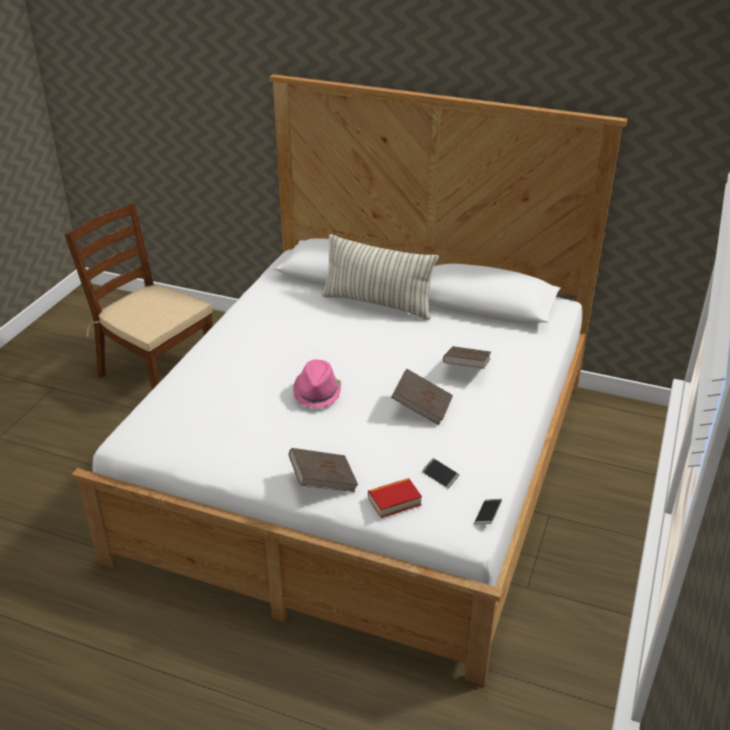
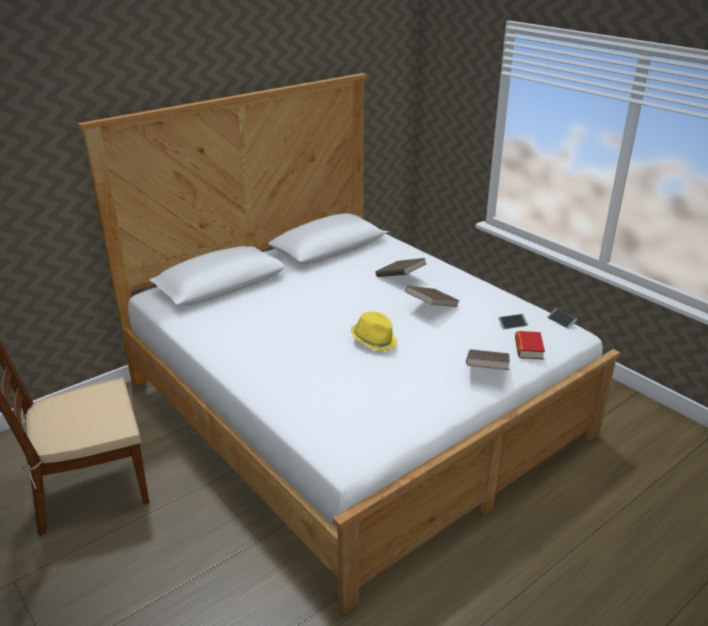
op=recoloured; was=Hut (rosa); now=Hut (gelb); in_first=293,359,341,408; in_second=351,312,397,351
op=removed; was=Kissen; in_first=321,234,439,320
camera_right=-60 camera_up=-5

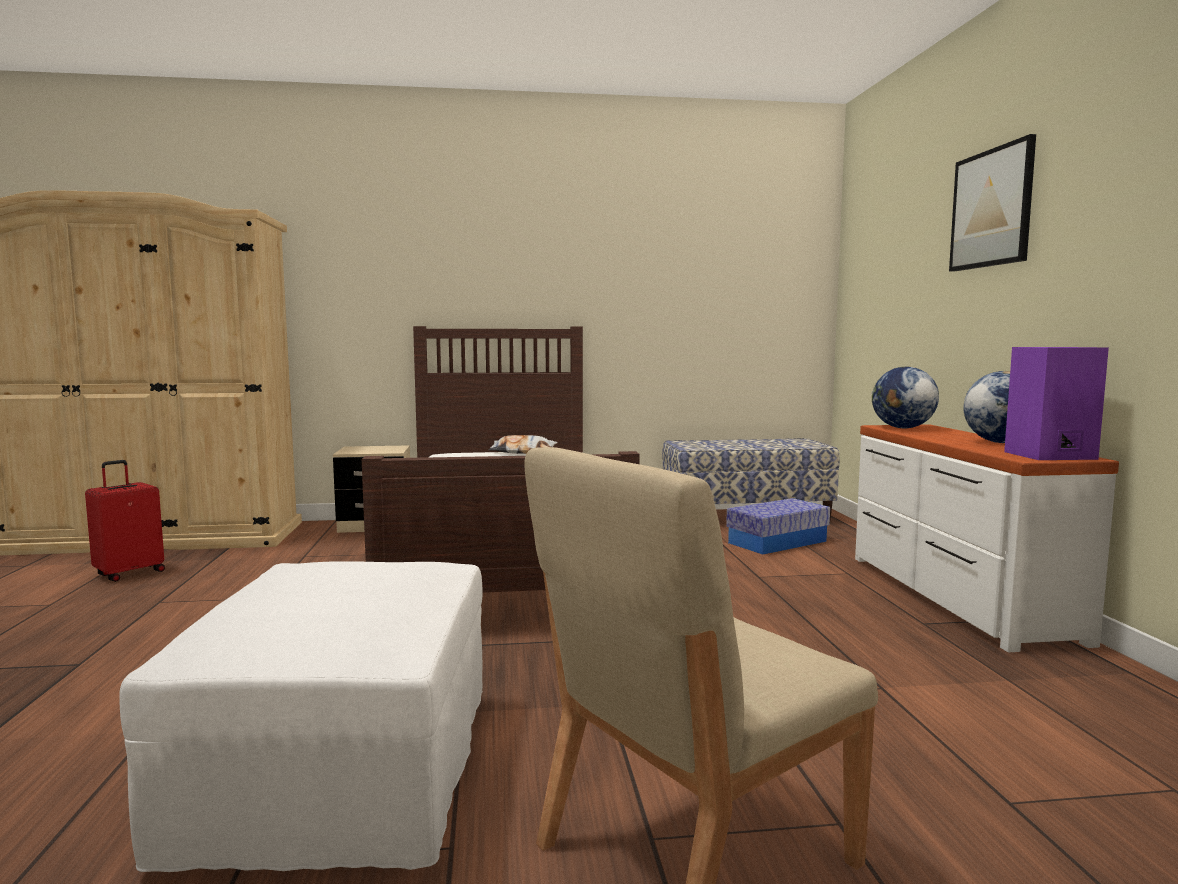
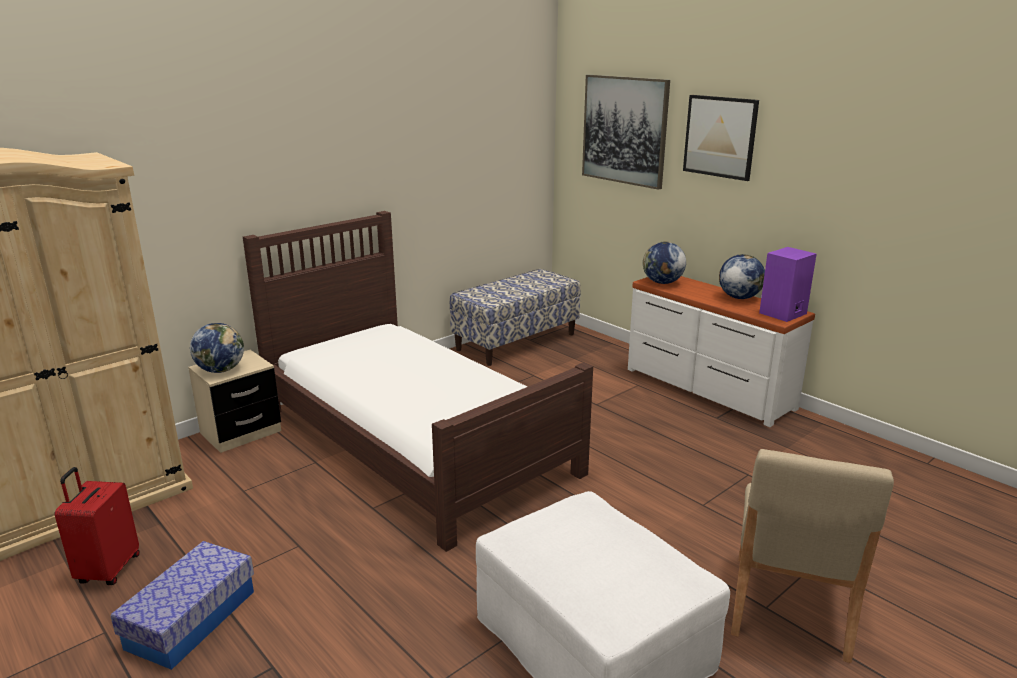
op=moved; was=Aufbewahrungsbox; in_first=726,498,830,555; in_second=110,541,254,670
op=added; now=Globus; in_second=190,323,244,373
op=added; now=Bild; in_second=582,75,670,190
op=removed; was=Kissen; in_first=488,435,558,454
camera_right=-35 camera_up=15

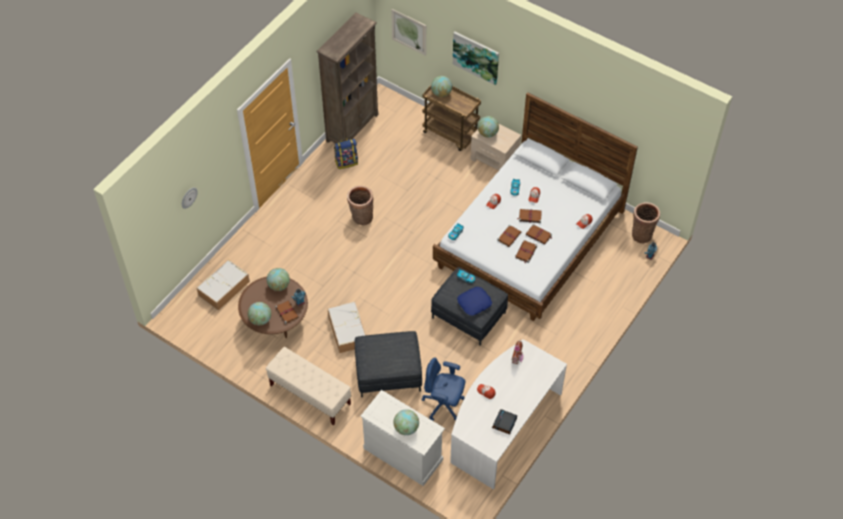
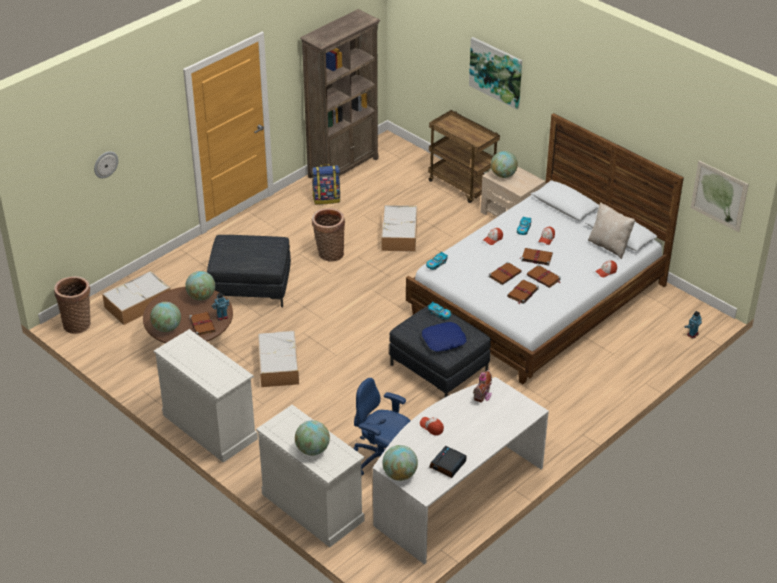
op=moved; was=Korb; in_first=632,202,660,244; in_second=54,276,91,334
op=replaced; was=Bank (beige); now=Kommode (weiß); in_first=266,347,351,426; in_second=154,329,258,463
op=moved; was=Polsterhocker (grau); in_first=355,331,422,397; in_second=207,235,291,307
op=added; now=Aufbewahrungsbox; in_second=382,205,417,252
op=moved; was=Globus; in_first=431,76,452,97; in_second=382,445,418,481
op=added; now=Kissen (beige); in_second=588,203,635,259
op=moved; was=Bild; in_first=391,9,426,56; in_second=691,161,749,232
camera_right=10 camera_up=-15

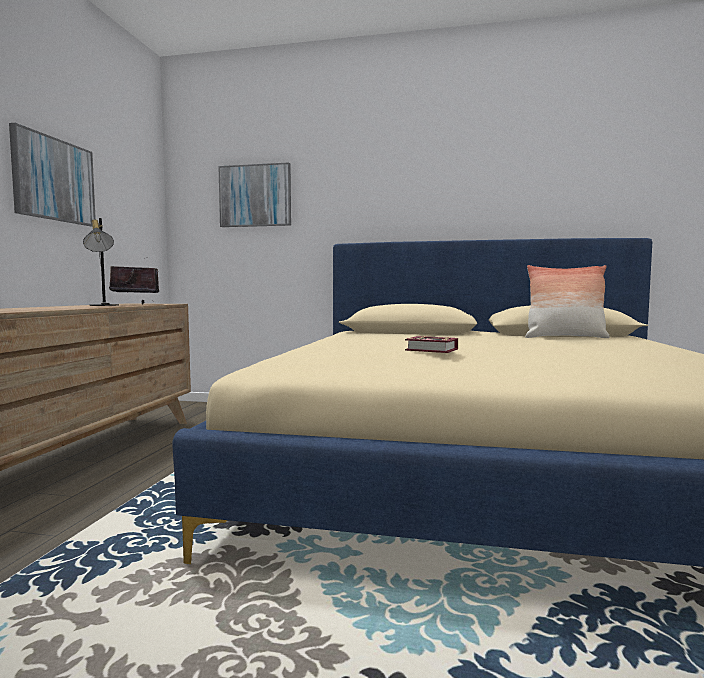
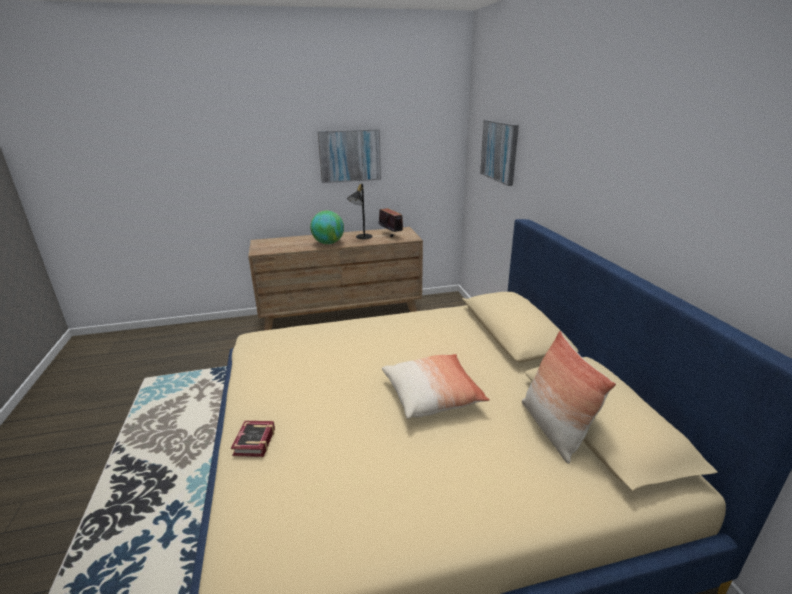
op=moved; was=Buch; in_first=405,336,458,353; in_second=231,421,275,457
op=added; now=Globus; in_second=310,211,344,244
op=added; now=Kissen; in_second=382,354,490,419
camera_right=65 camera_up=20

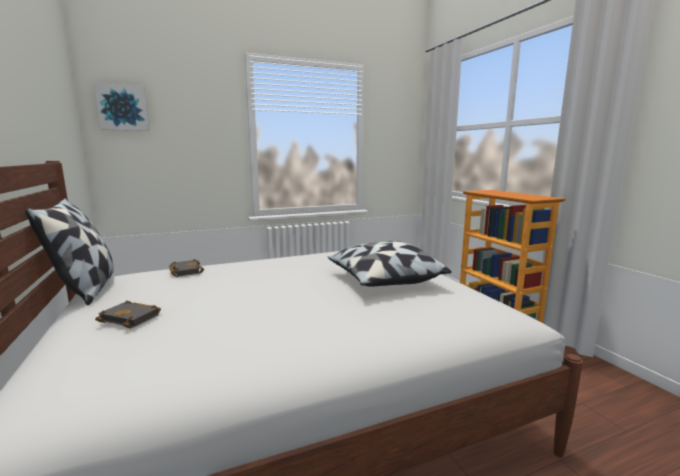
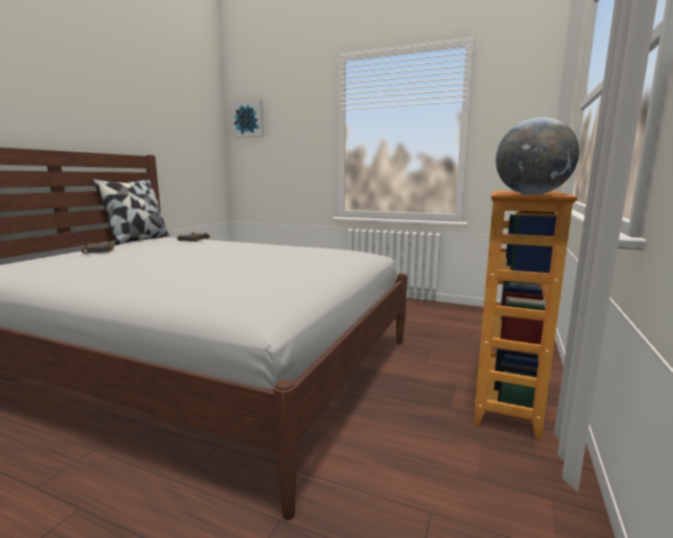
op=added; now=Globus; in_second=496,117,580,195
op=removed; was=Kissen; in_first=328,241,452,287
camera_right=45 camera_up=0

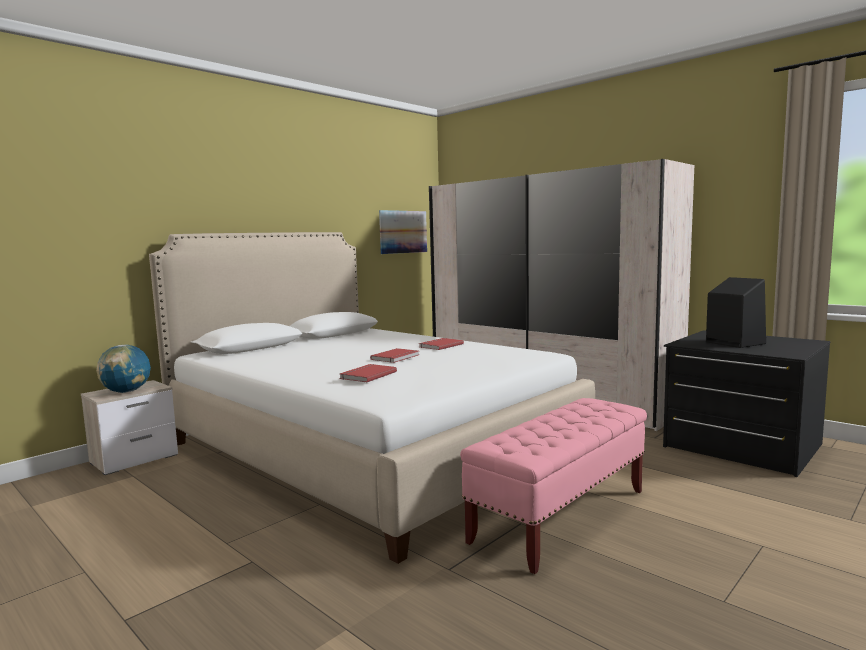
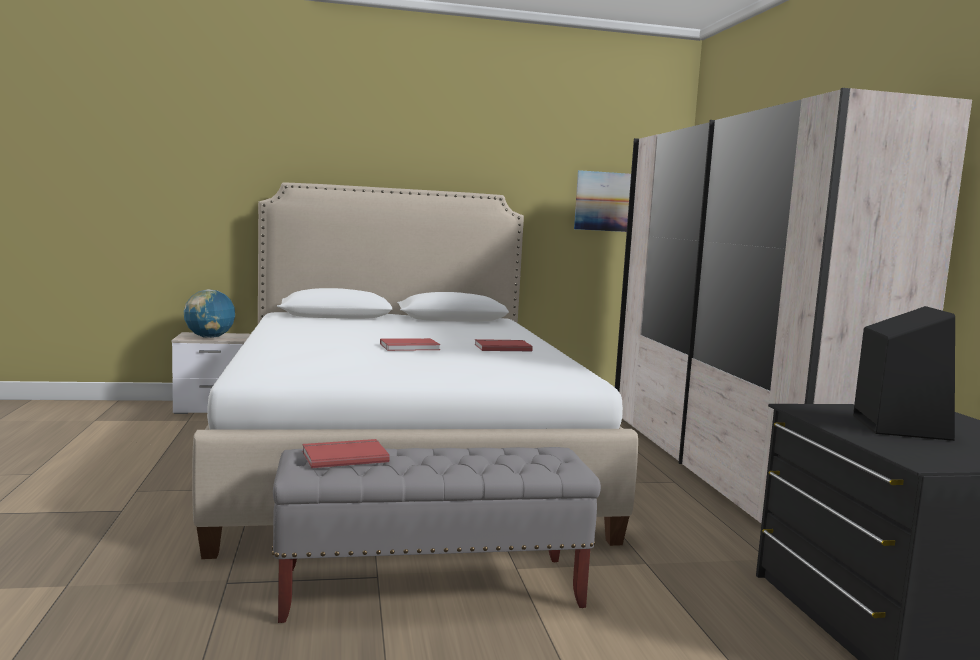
op=recoloured; was=Bank (rosa); now=Bank (grau); in_first=460,398,647,574; in_second=272,447,601,623
op=moved; was=Buch (rot); in_first=339,364,397,383; in_second=302,439,390,468
camera_right=35 camera_up=0

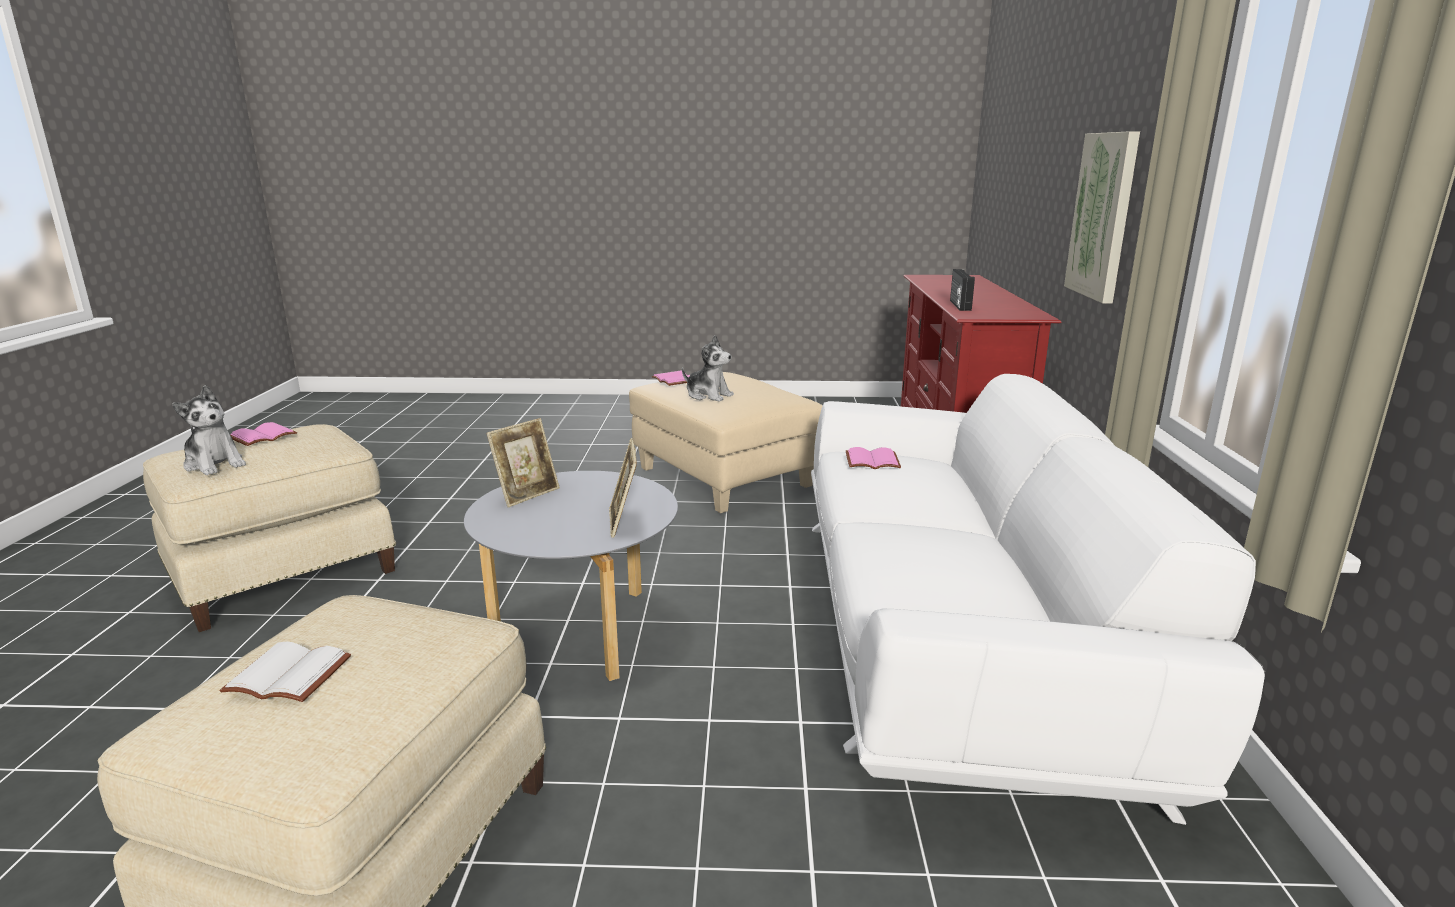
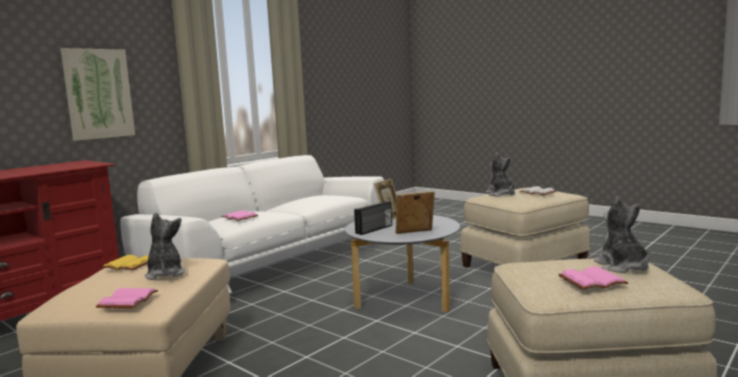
op=added; now=Buch (gelb); in_second=101,255,149,271
op=moved; was=Radio; in_first=950,269,975,311; in_second=354,201,392,235
op=added; now=Plüschtier; in_second=486,152,515,197
camera_right=-140 camera_up=-10

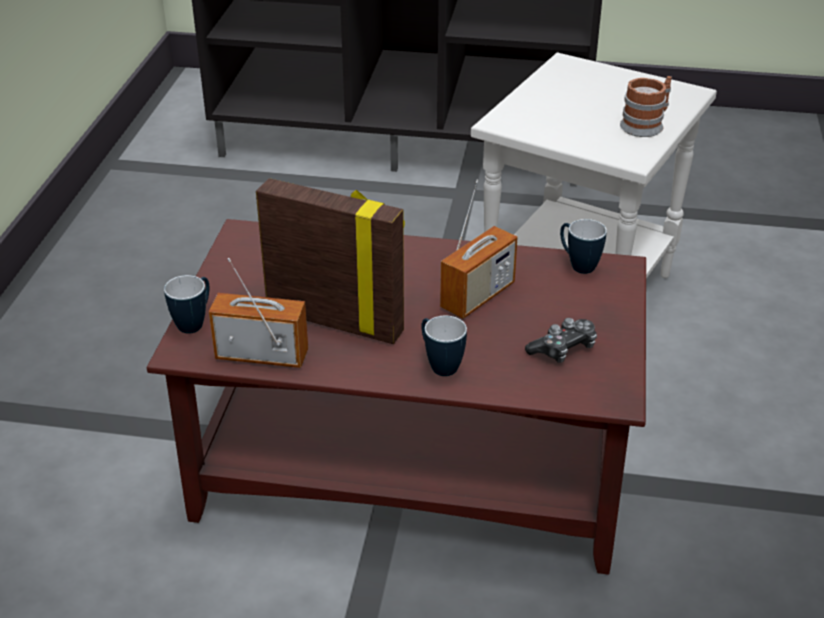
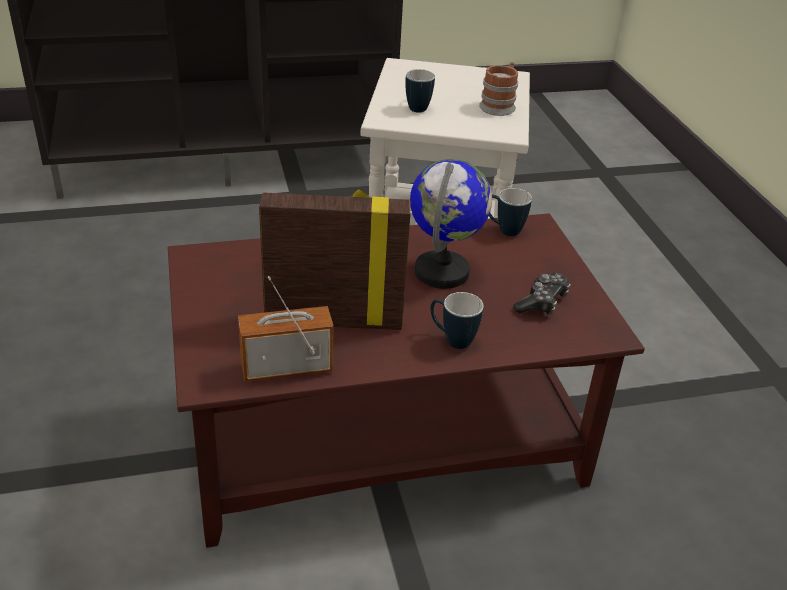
op=moved; was=Henkelbecher; in_first=164,275,209,334; in_second=405,69,435,113
op=replaced; was=Radio; now=Globus; in_first=440,180,518,319; in_second=410,159,492,289
camera_right=-25 camera_up=0

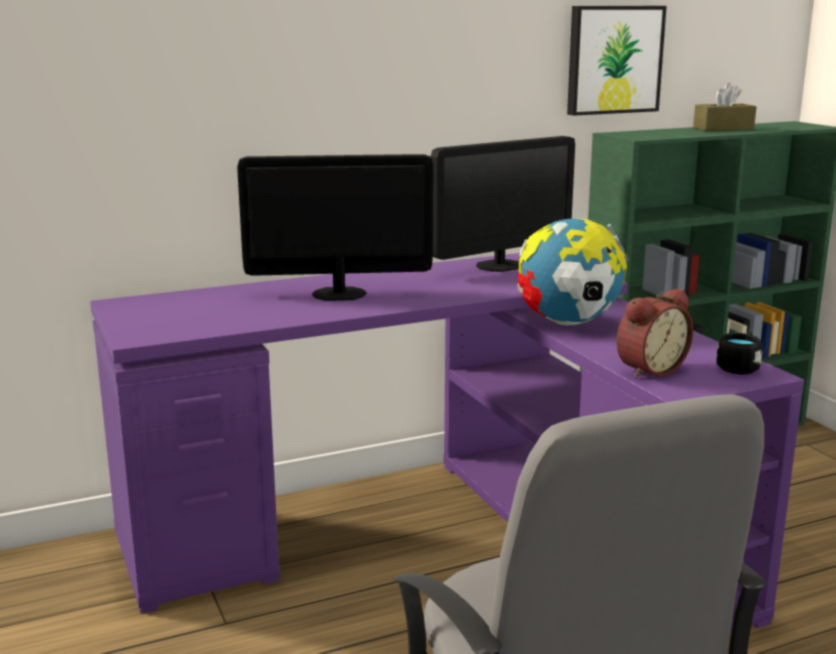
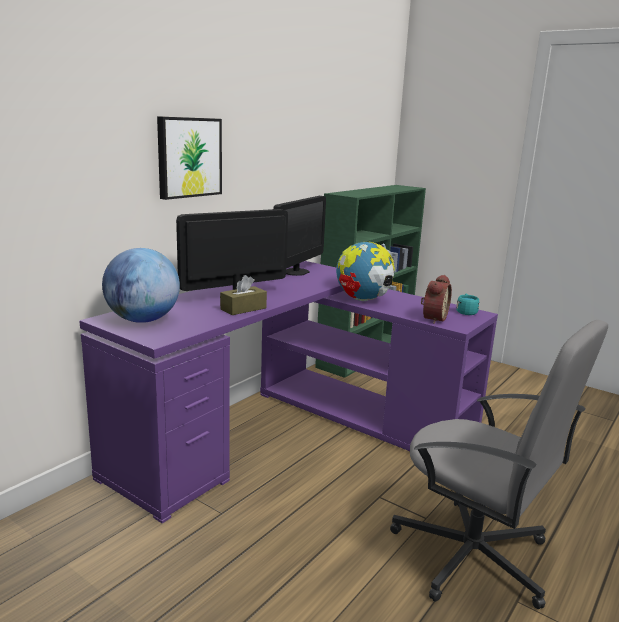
op=added; now=Globus; in_second=102,248,180,323
op=moved; was=Bild; in_first=567,6,667,116; in_second=157,116,222,200
op=moved; was=Taschentuchbox (braun); in_first=693,83,756,131; in_second=220,275,267,315
op=recoloured; was=Henkelbecher (schwarz); now=Henkelbecher (türkis); in_first=716,332,763,374; in_second=456,294,479,315
camera_right=-30 camera_up=0

